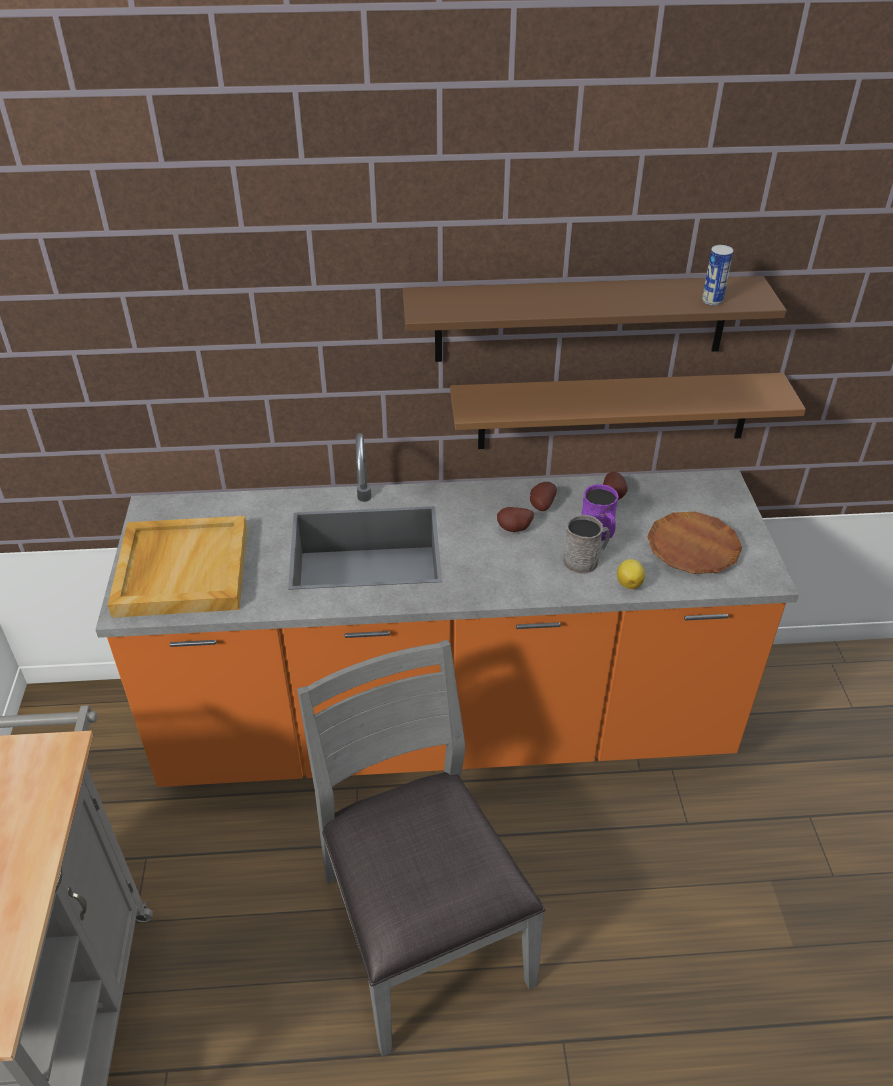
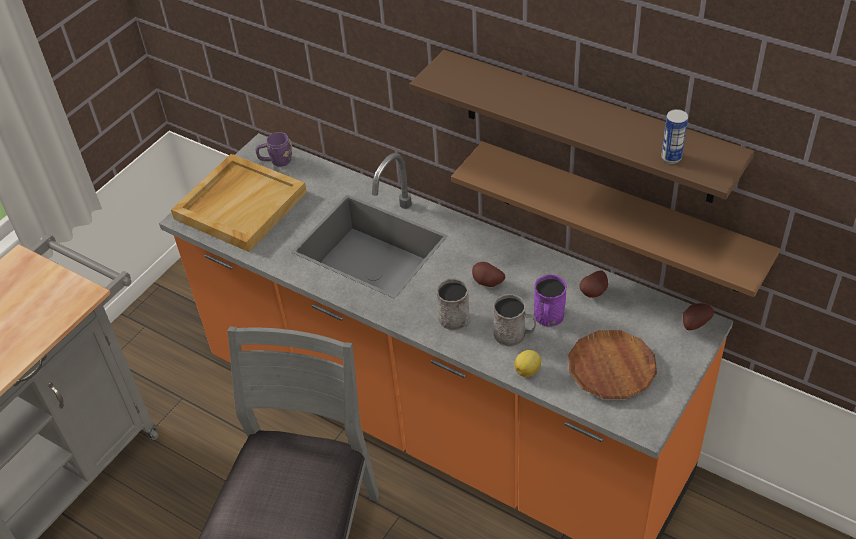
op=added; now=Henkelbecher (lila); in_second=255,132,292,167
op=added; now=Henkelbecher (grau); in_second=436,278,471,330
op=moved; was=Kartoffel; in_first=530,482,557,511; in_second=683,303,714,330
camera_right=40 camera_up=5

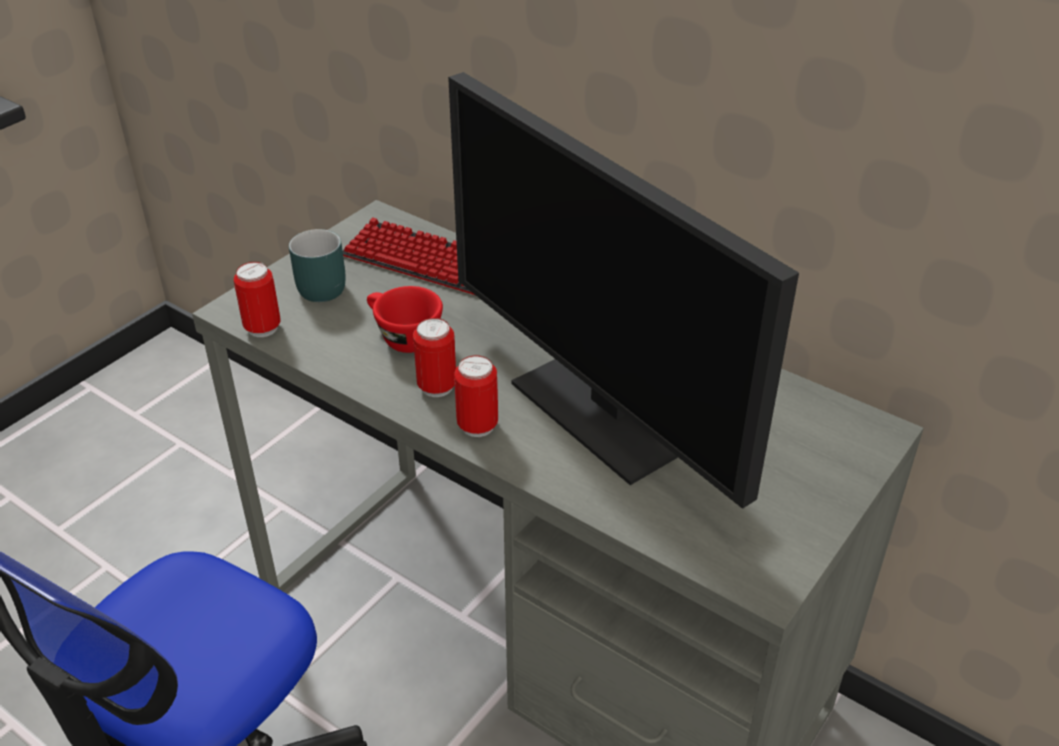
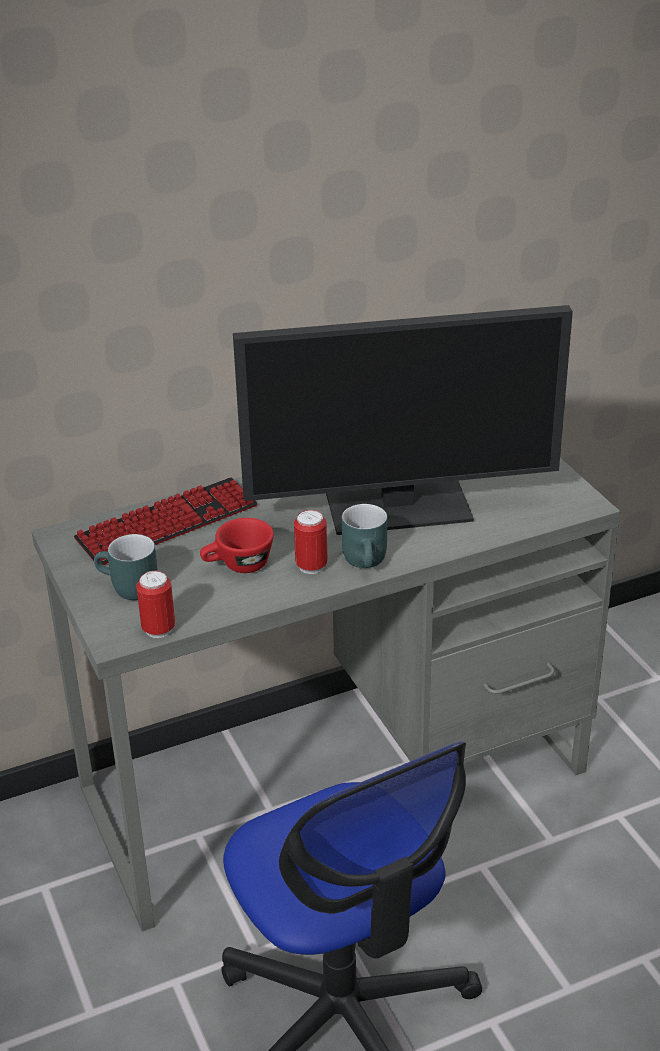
op=replaced; was=Dose; now=Henkelbecher (türkis); in_first=454,355,498,437; in_second=342,504,387,568
camera_right=-60 camera_up=-5

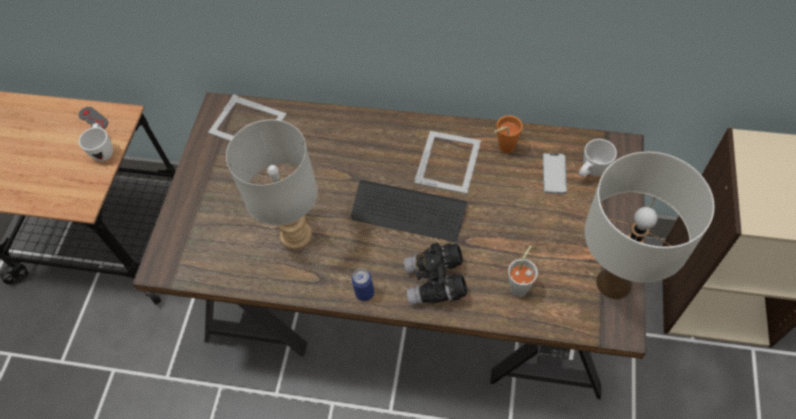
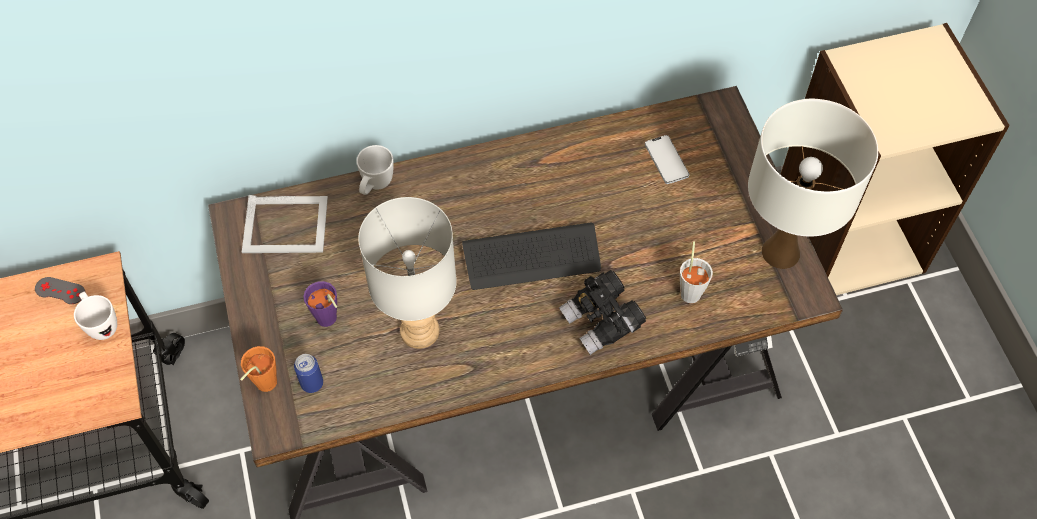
op=moved; was=Tasse (orange); in_first=494,115,523,153; in_second=240,346,277,392
op=moved; was=Dose; in_first=352,269,374,301; in_second=294,354,323,393
op=added; now=Tasse (lila); in_second=304,281,337,327
op=moved; was=Henkelbecher (weiß); in_first=579,139,617,177; in_second=356,145,394,195
op=removed; was=Bilderrahmen; in_first=414,131,481,194
camera_right=-30 camera_up=0

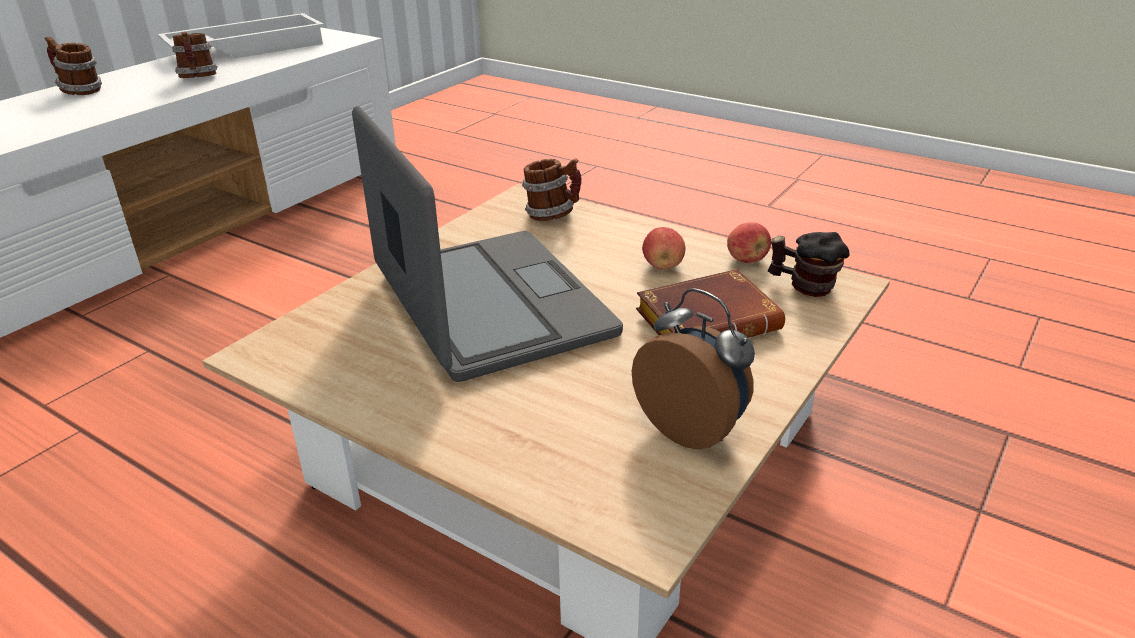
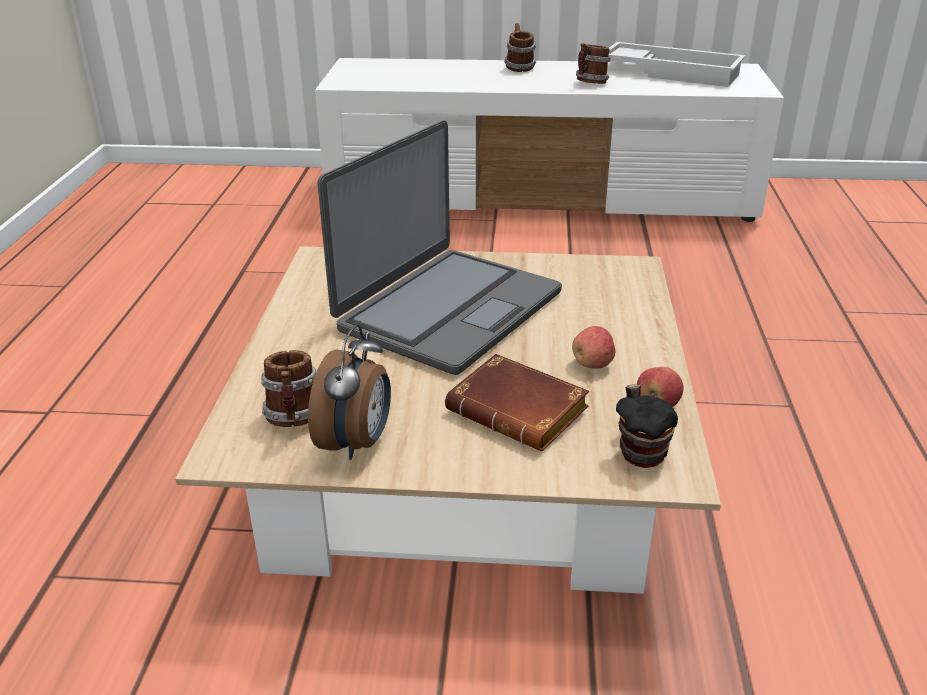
op=moved; was=Henkelbecher; in_first=522,158,582,221; in_second=261,350,317,427
camera_right=60 camera_up=0

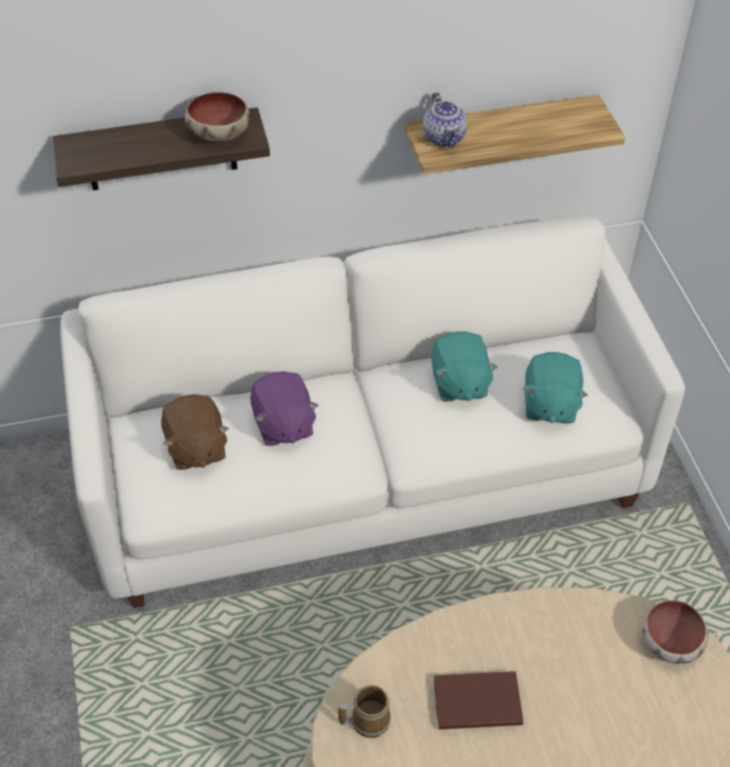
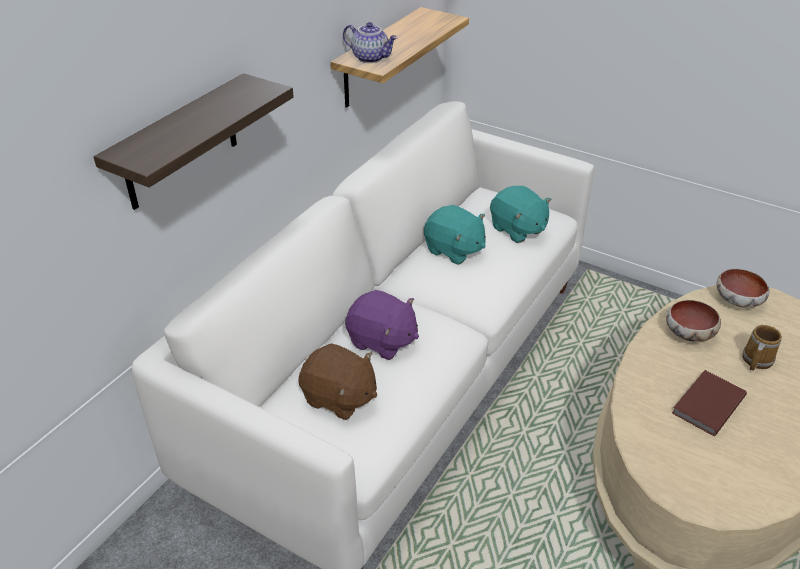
op=moved; was=Schüssel; in_first=185,92,249,142; in_second=666,300,721,342
op=moved; was=Henkelbecher; in_first=338,685,391,738; in_second=742,325,782,371
camera_right=-45 camera_up=-10

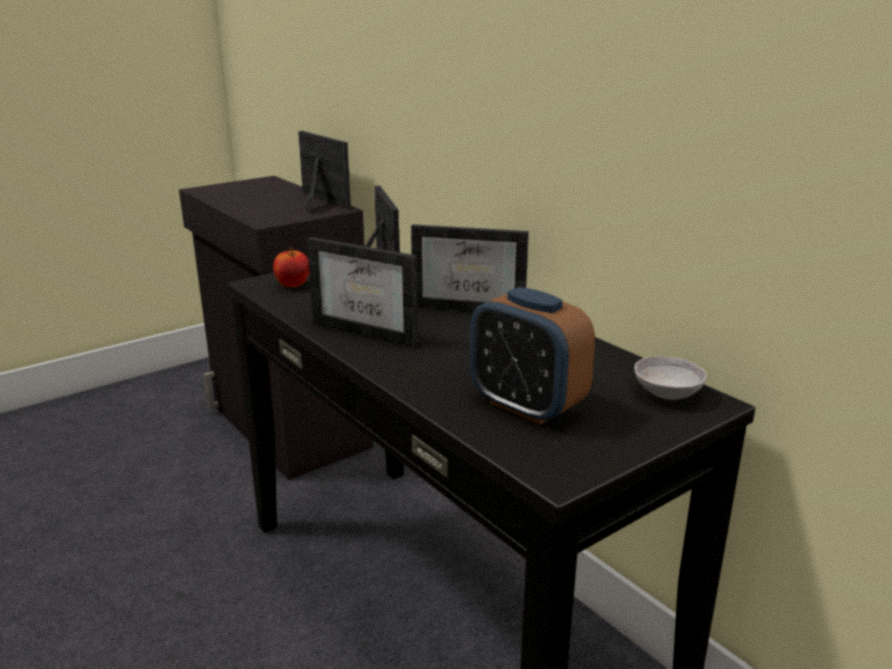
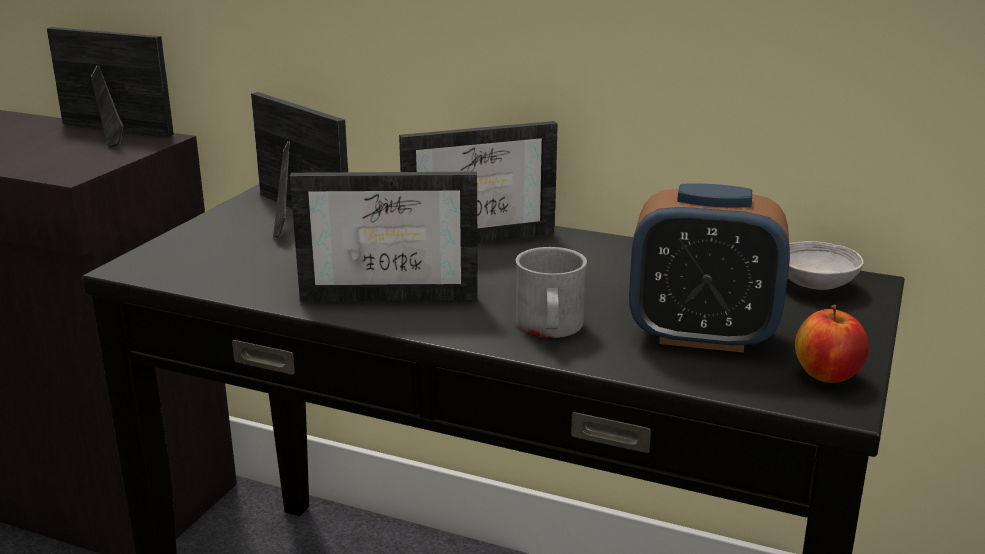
op=added; now=Henkelbecher (grau); in_second=516,247,587,338
op=moved; was=Apfel; in_first=273,247,309,287; in_second=795,304,869,383
camera_right=-30 camera_up=0

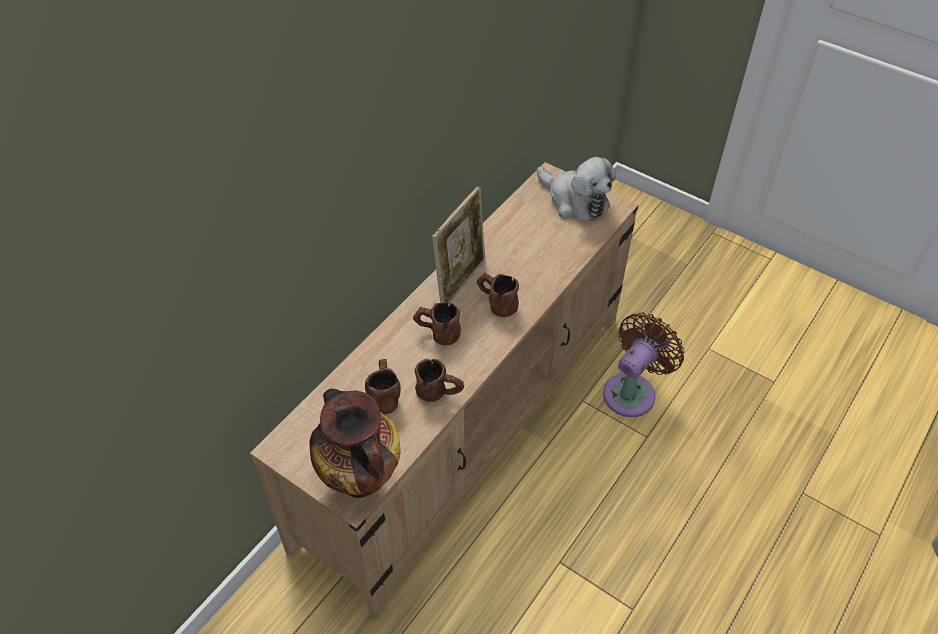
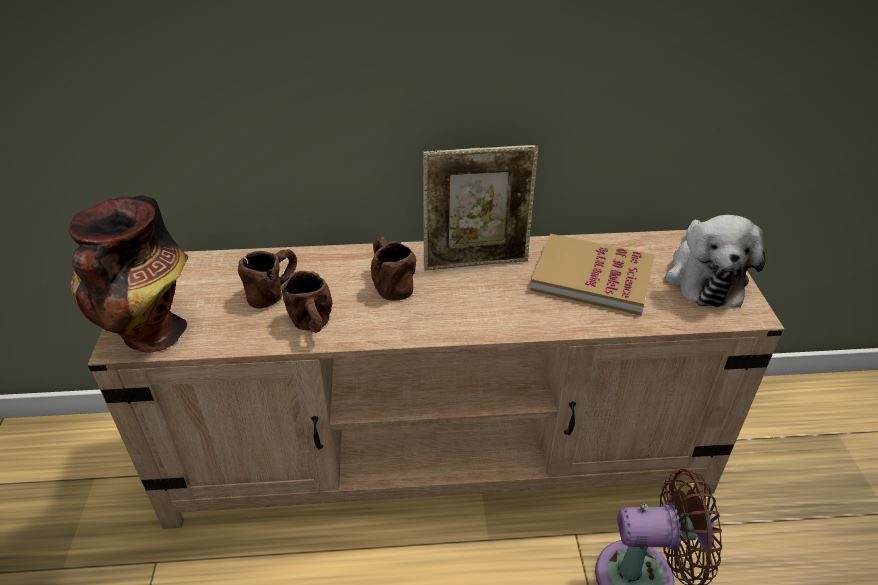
op=added; now=Buch; in_second=530,234,655,315
op=removed; was=Henkelbecher (braun); in_first=477,273,519,317
camera_right=50 camera_up=-10

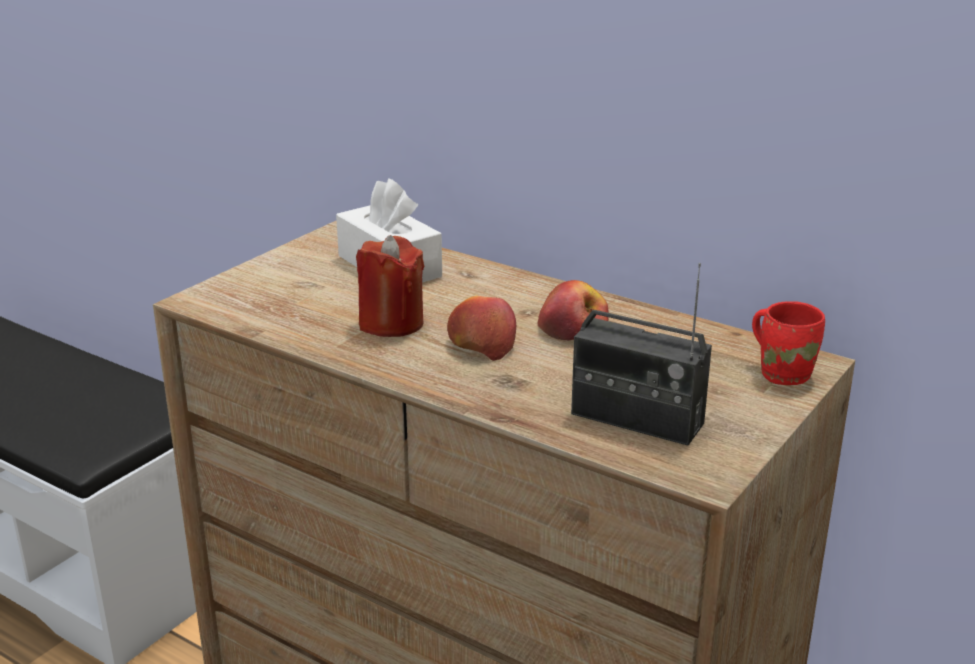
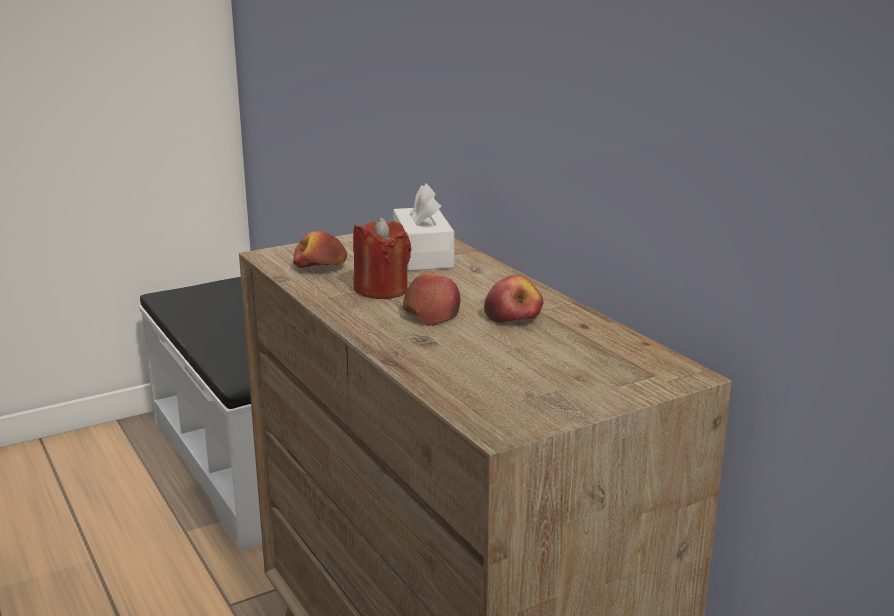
op=added; now=Apfel; in_second=293,231,347,268
op=removed; was=Radio; in_first=571,263,712,446
op=removed; was=Henkelbecher (rot); in_first=752,301,825,385
camera_right=25 camera_up=-5

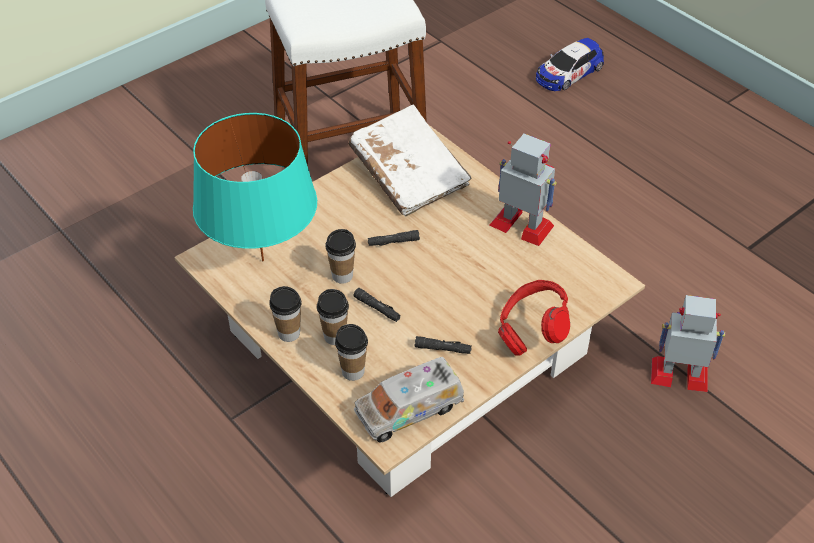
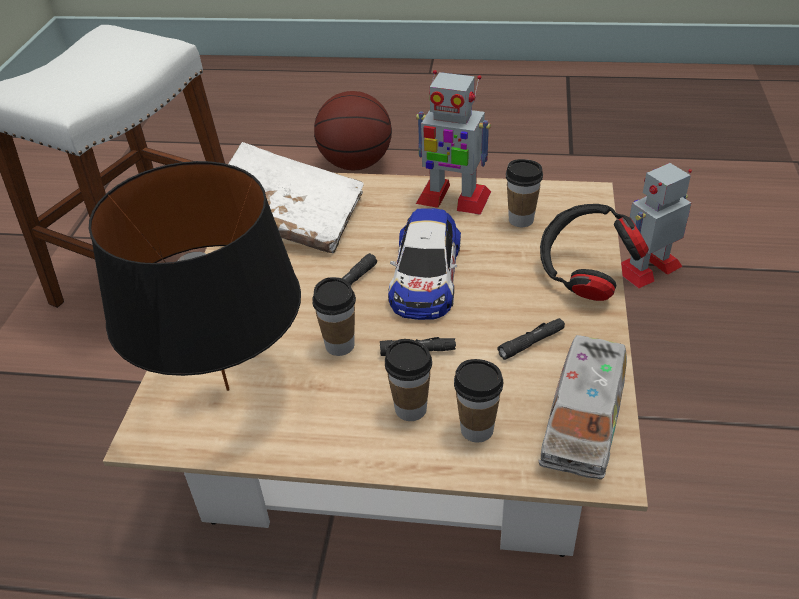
op=recoloured; was=Tischlampe (türkis); now=Tischlampe (schwarz); in_first=193,113,317,261; in_second=89,161,301,391
op=added; now=Basketball; in_second=314,91,392,170
op=moved; was=Spielzeugauto; in_first=536,38,604,91; in_second=388,208,461,320
op=turned; was=Spielzeugroboter; in_first=489,134,557,246; in_second=416,70,491,215; clockwise=-150
op=moved; was=Tasse; in_first=269,286,302,342; in_second=506,159,543,227
op=recoloured; was=Kopfhörer (rot); now=Kopfhörer (schwarz); in_first=498,280,570,356; in_second=540,204,649,301
camera_right=-40 camera_up=-5

